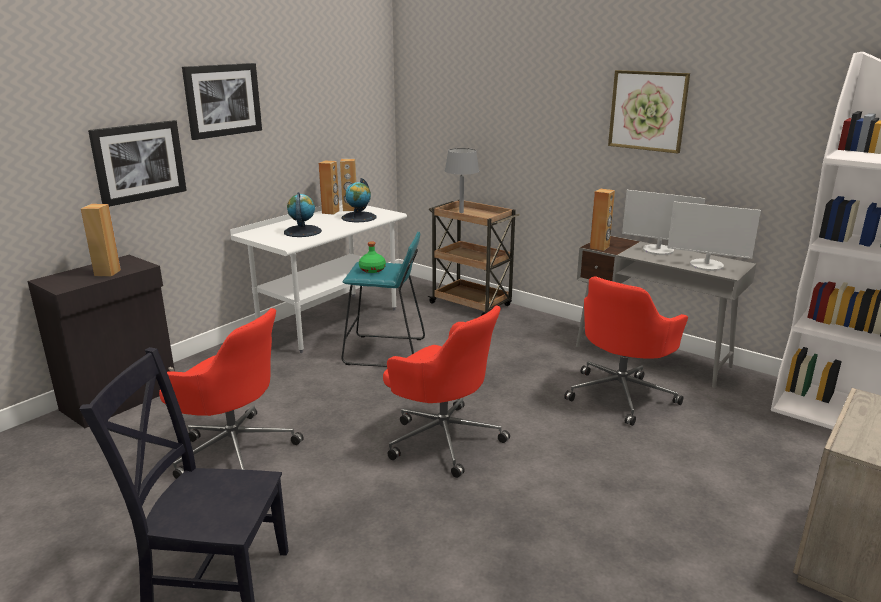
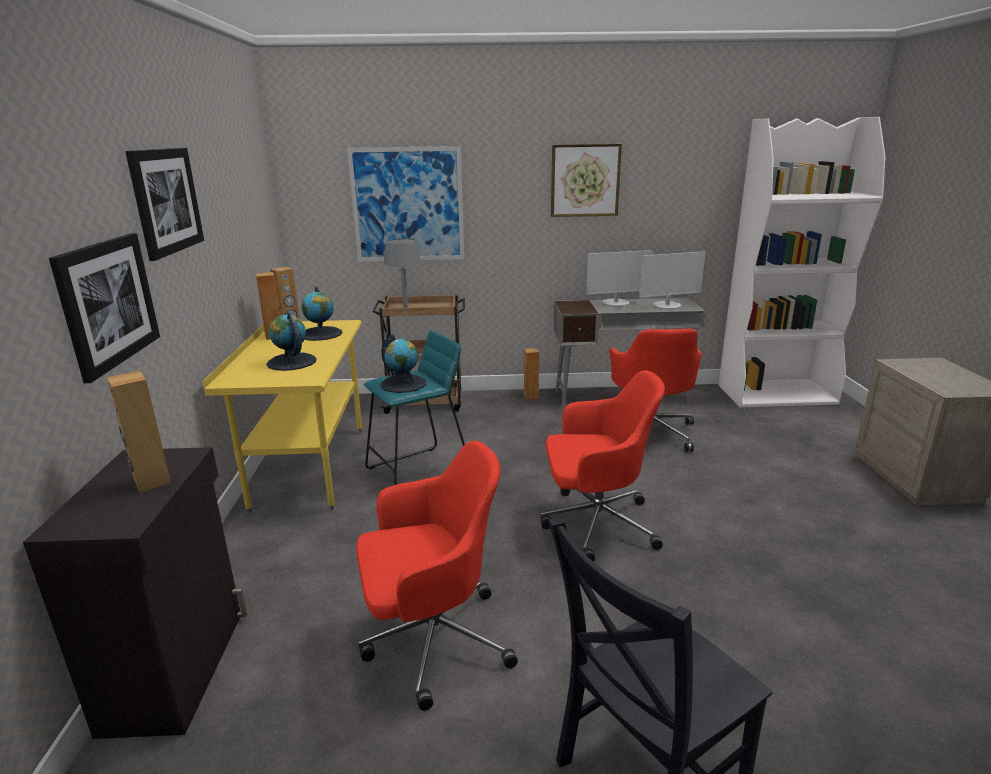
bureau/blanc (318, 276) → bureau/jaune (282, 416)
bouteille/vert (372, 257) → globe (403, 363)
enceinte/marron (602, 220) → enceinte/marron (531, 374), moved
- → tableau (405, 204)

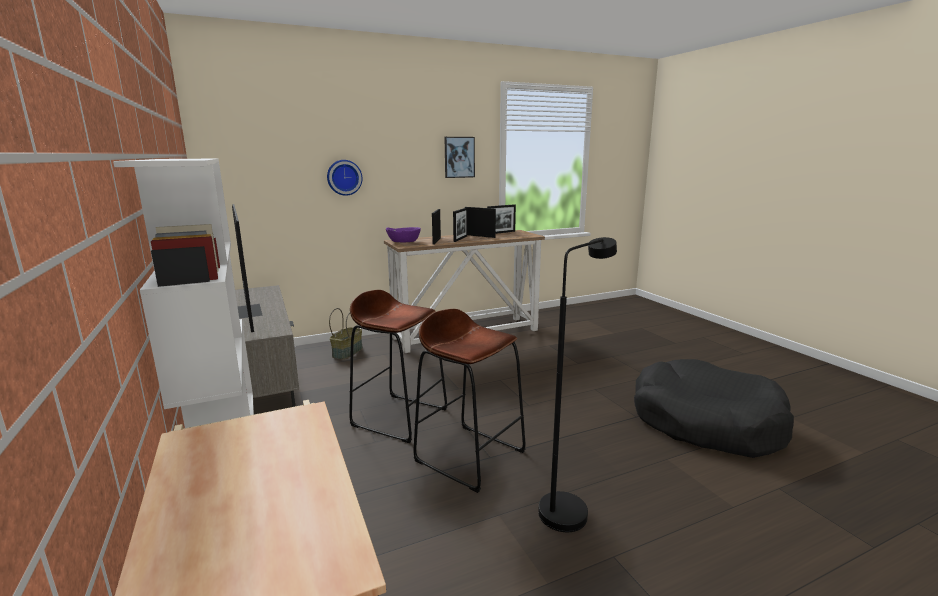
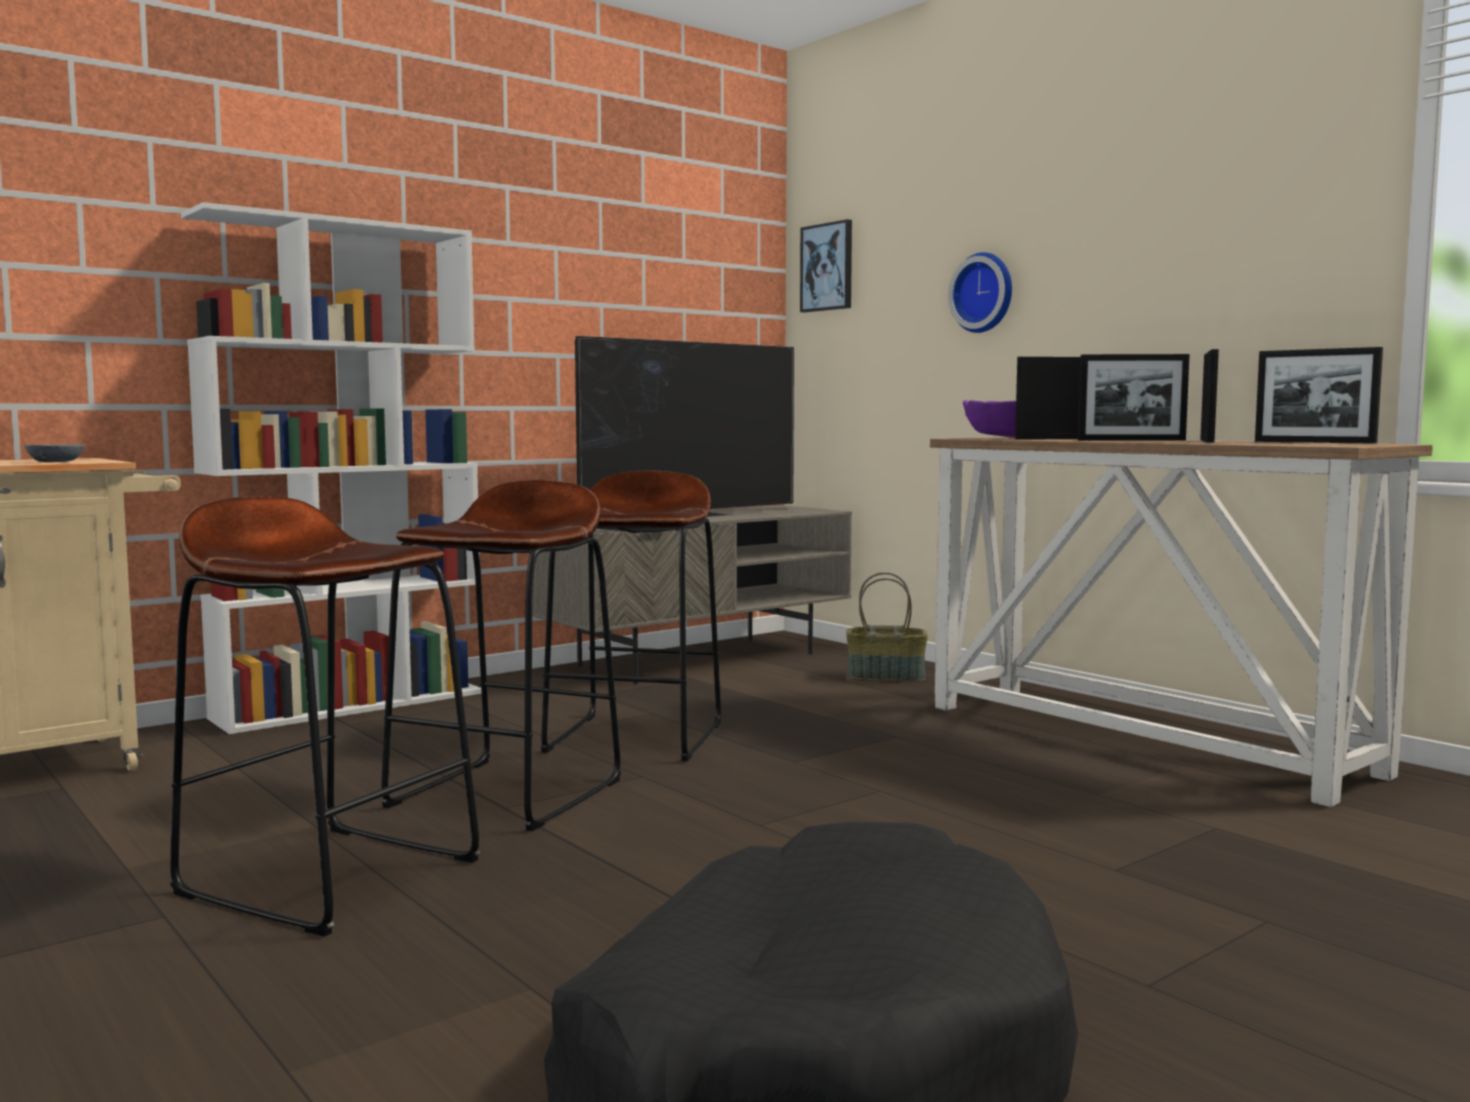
tableau (459, 157) → tableau (826, 266), moved
lampadaire/noir (577, 384) → tabouret/marron (325, 717)
- → bol/gris (54, 453)

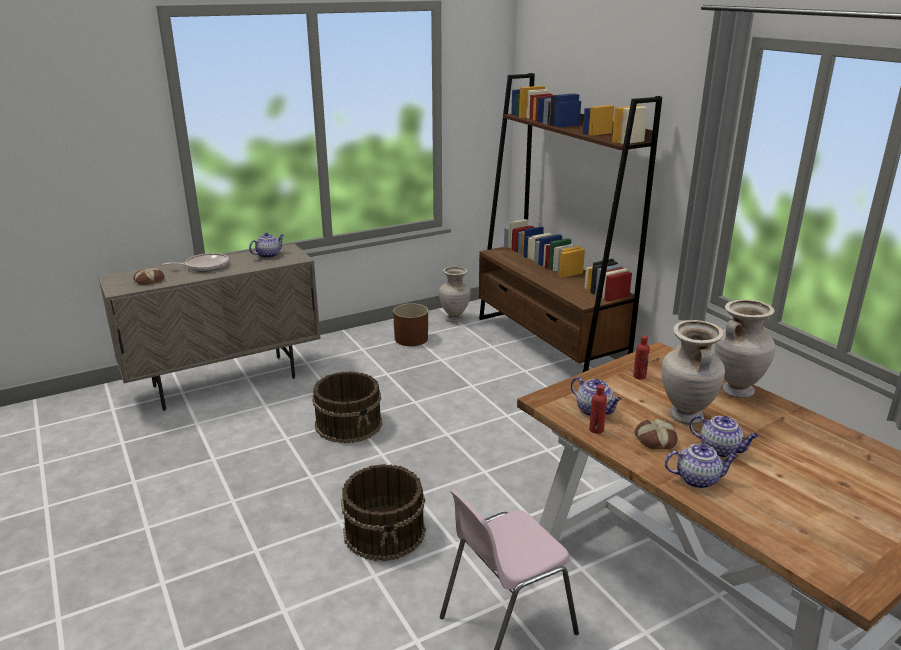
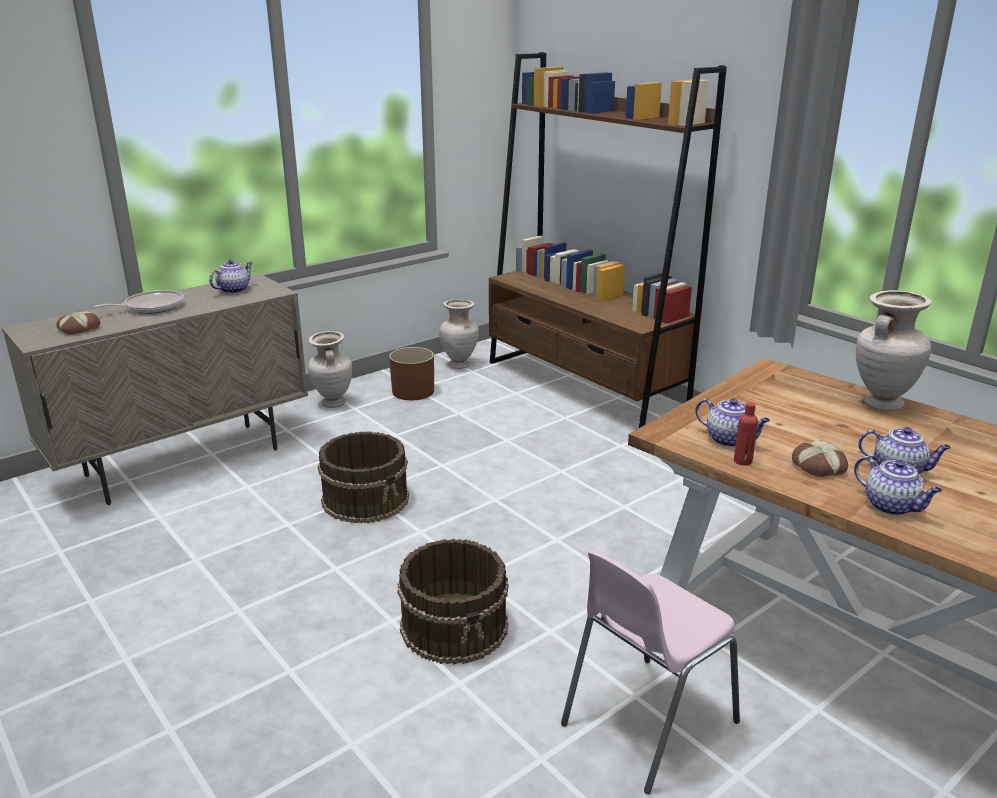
bouteille/rouge (641, 358) → -
vase/beige (693, 372) → vase/beige (330, 369), moved
théière (701, 466) → théière (898, 485), 60 degrees clockwise

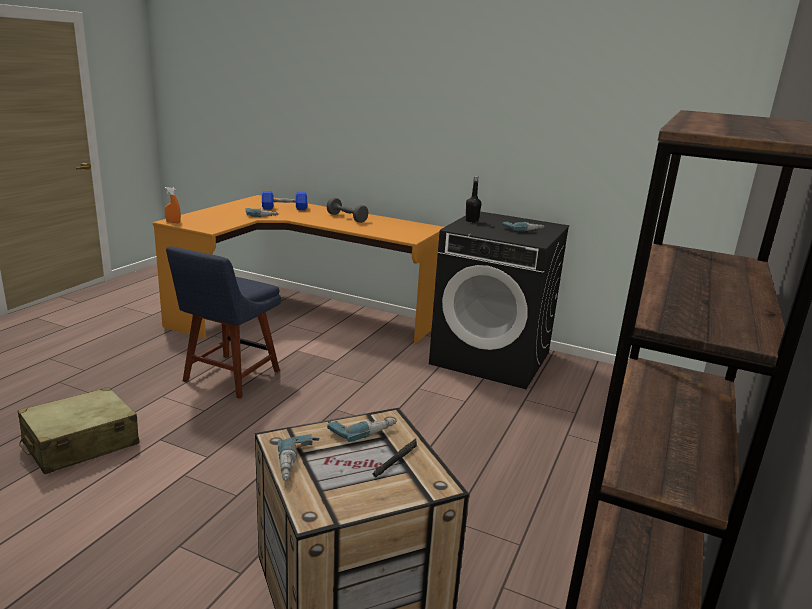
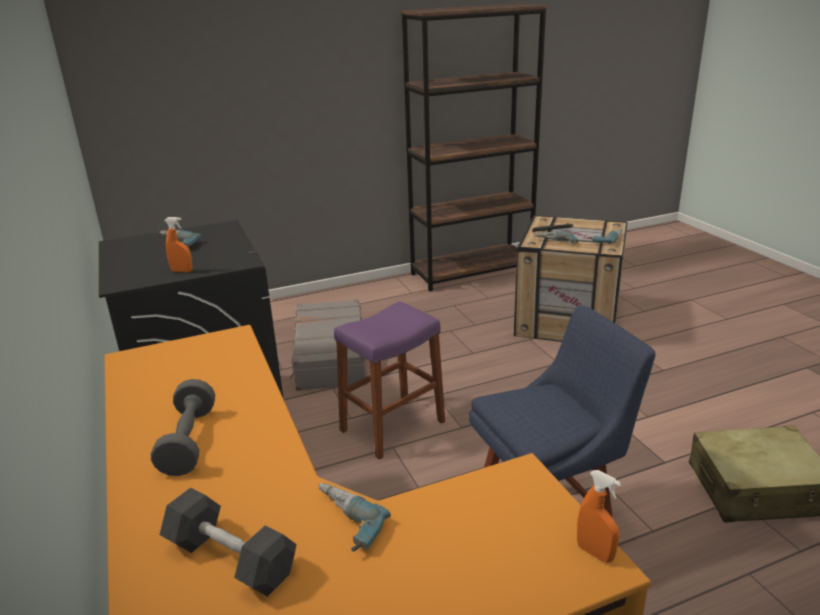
haltère/bleu (284, 200) → haltère/gris (228, 542)
bouteille/noir (474, 199) → vaporisateur/orange (178, 245)
- → valise/gris (328, 345)
- → tabouret/violet (389, 380)

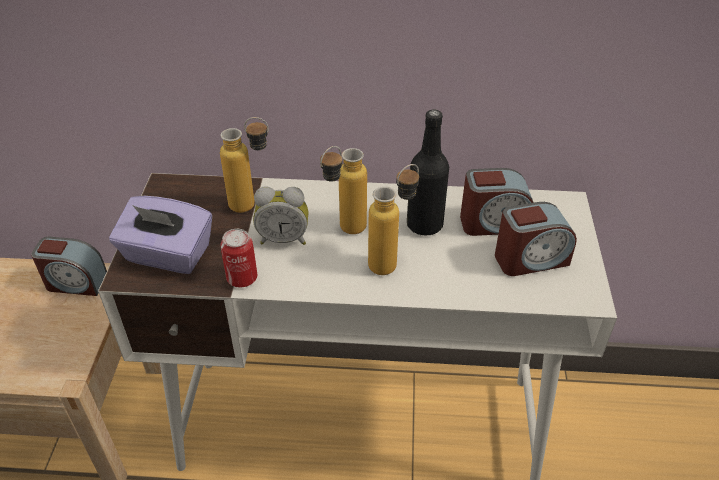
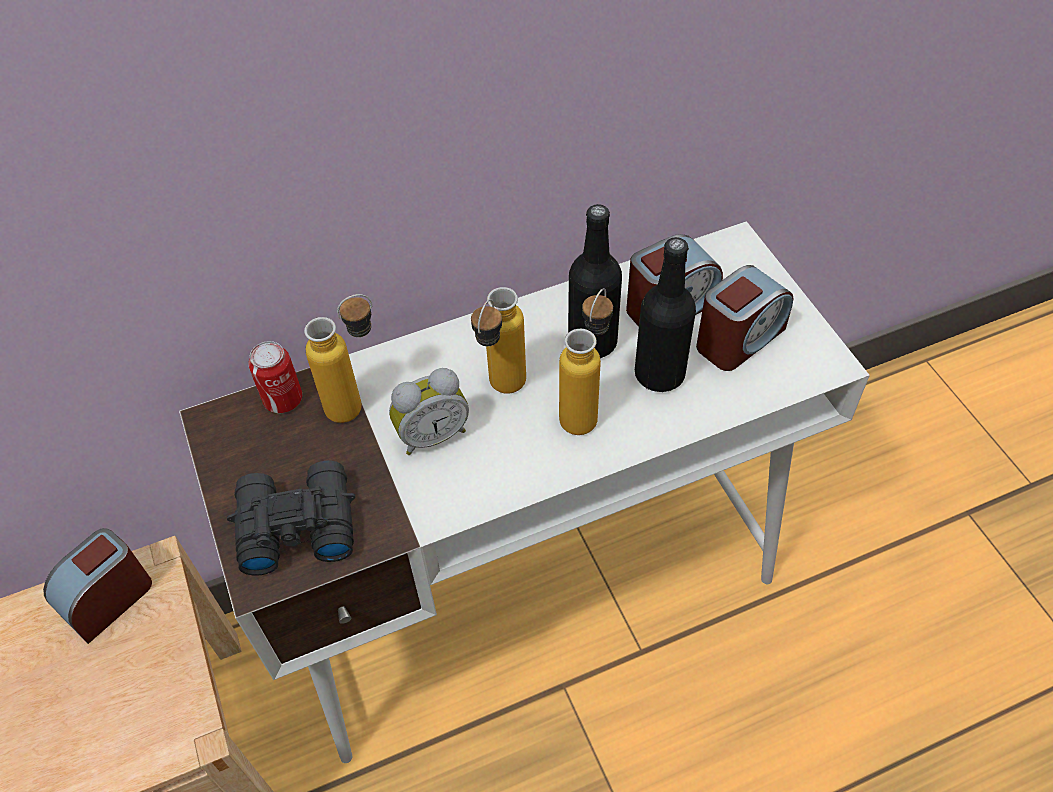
réveil (69, 266) → réveil (97, 586), 150 degrees clockwise
boîte à mouchoirs/violet (160, 235) → jumelles/noir (291, 518)
boîte métallique (238, 258) → boîte métallique (275, 377), moved
- → bouteille/noir (665, 314)

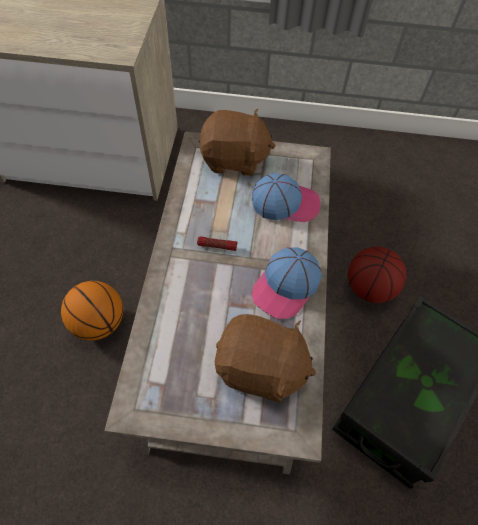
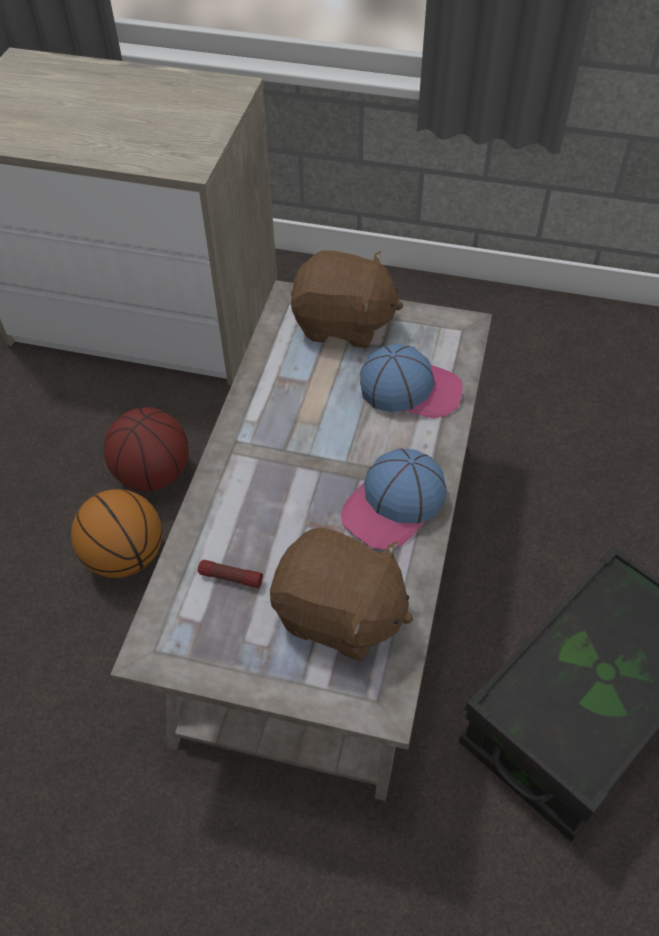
lampe de poche (217, 243) → lampe de poche (230, 574), moved
ballon de basket (377, 274) → ballon de basket (146, 449), moved

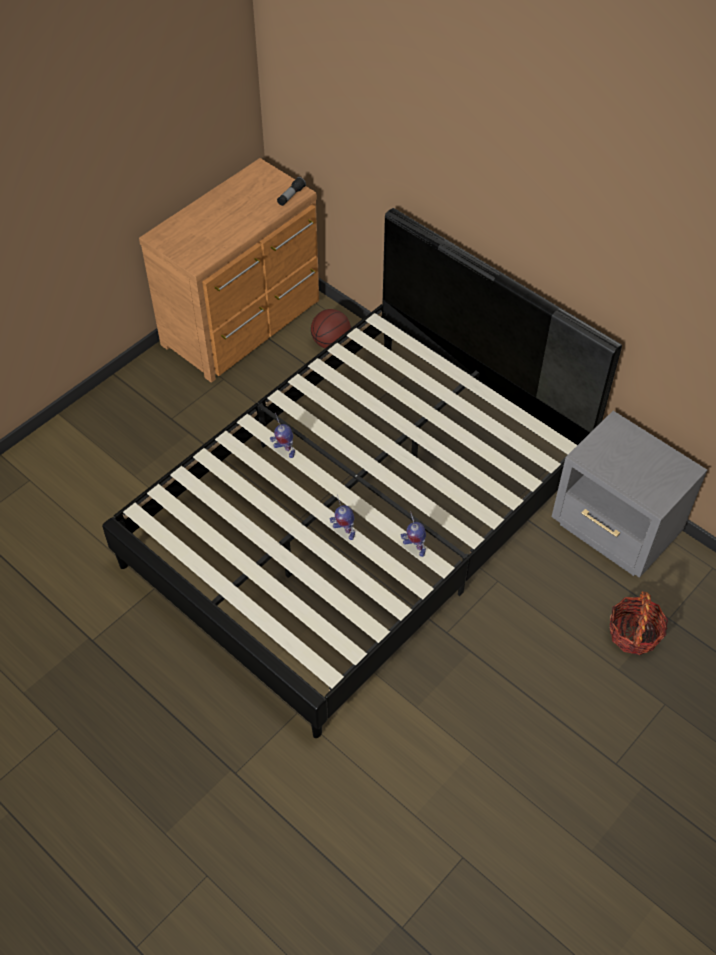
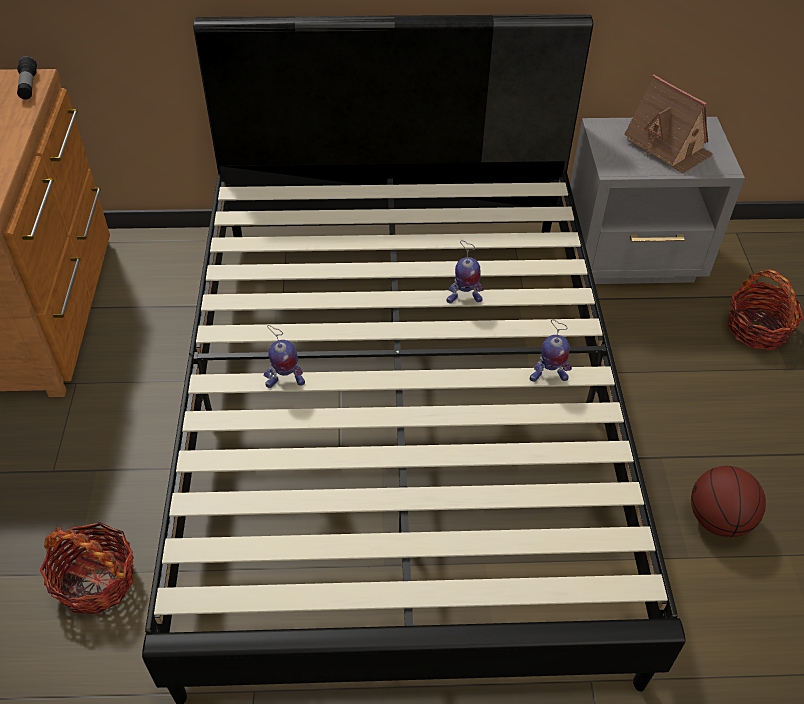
ballon de basket (331, 328) → ballon de basket (728, 501), moved
robot jouet (342, 517) → robot jouet (465, 271), moved
- → panier (87, 568)
- → maison miniature (669, 124)

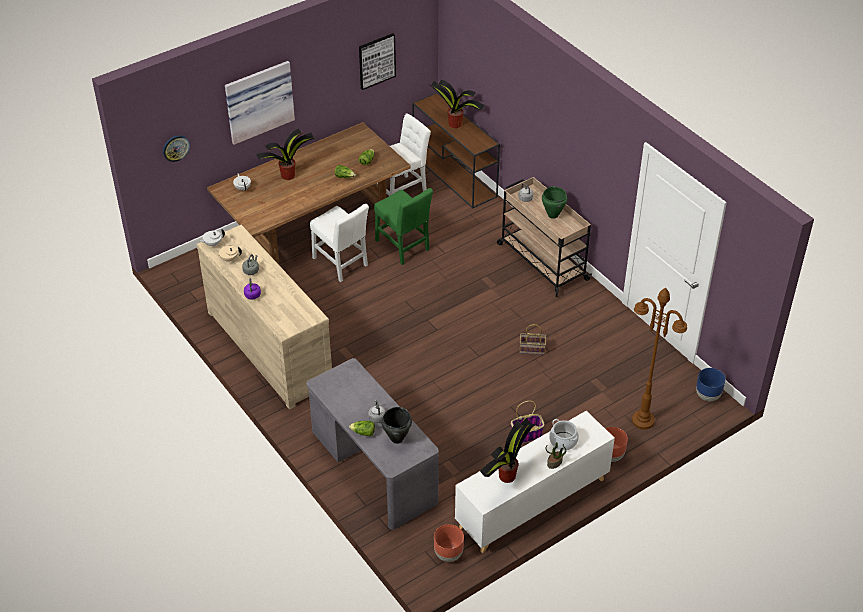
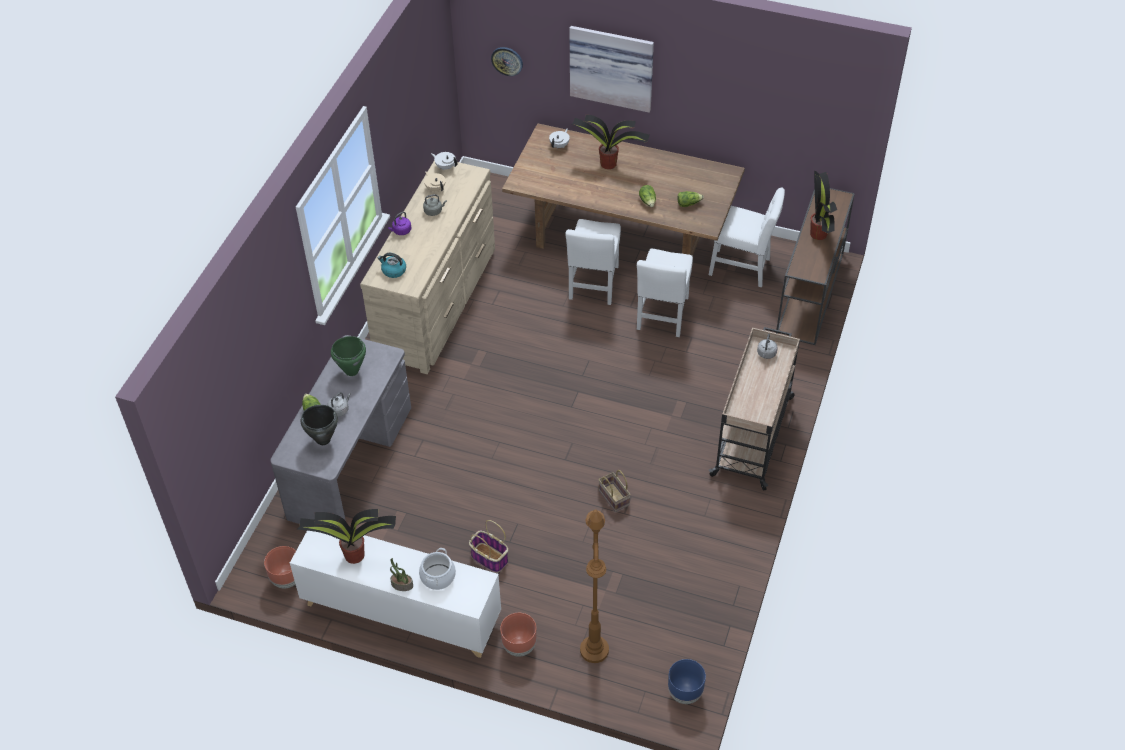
tableau (377, 61) → -
chaise/vert (403, 226) → chaise/blanc (665, 293)
marmite/vert (554, 202) → marmite/vert (348, 356), moved
- → bouilloire (392, 265)

